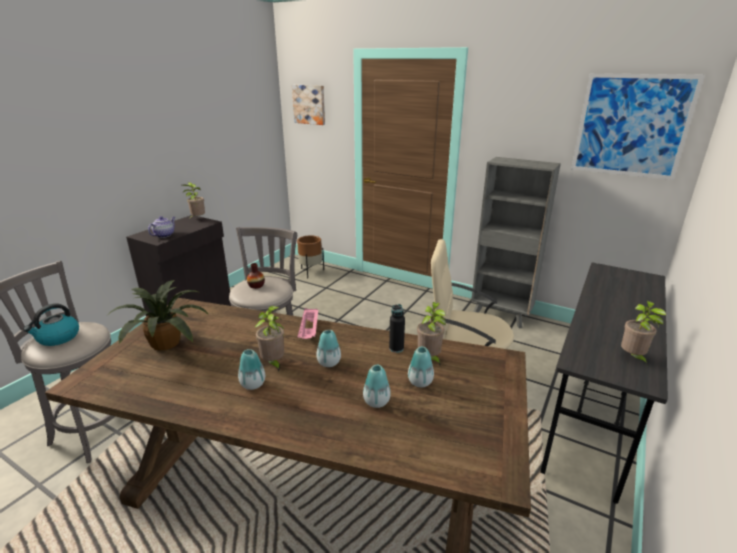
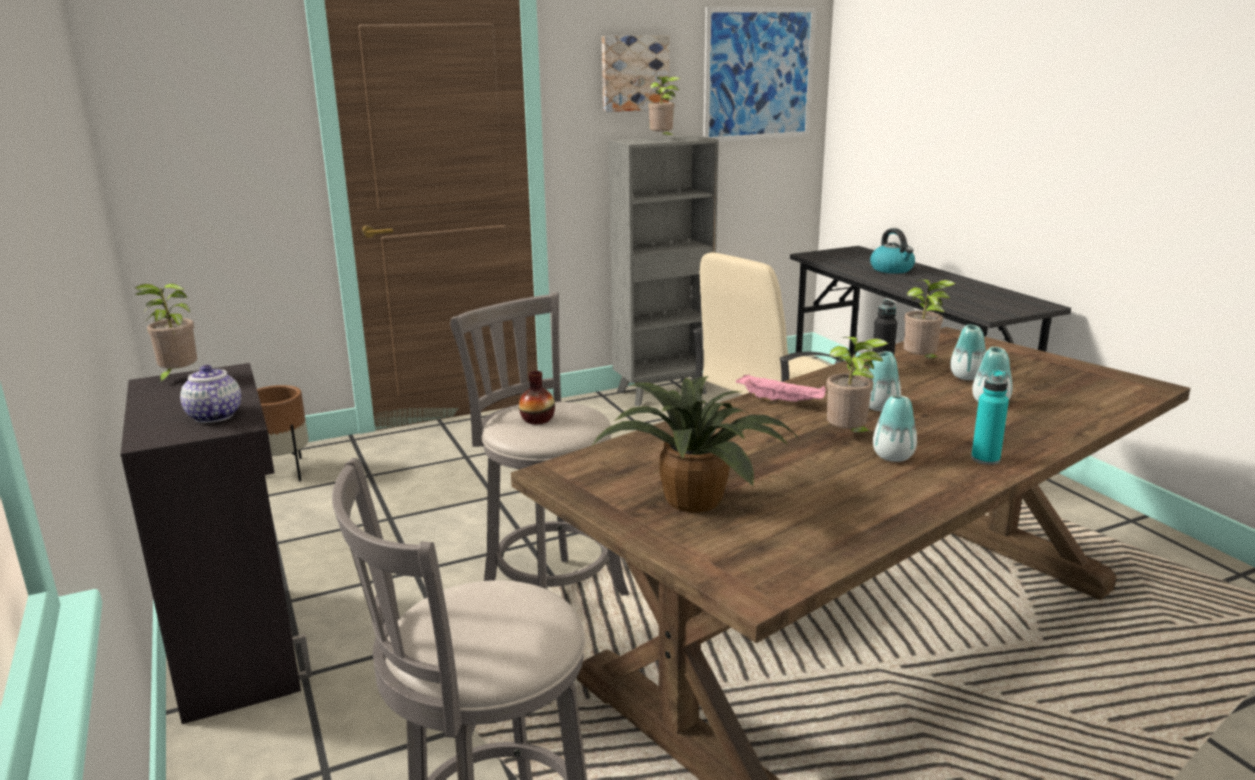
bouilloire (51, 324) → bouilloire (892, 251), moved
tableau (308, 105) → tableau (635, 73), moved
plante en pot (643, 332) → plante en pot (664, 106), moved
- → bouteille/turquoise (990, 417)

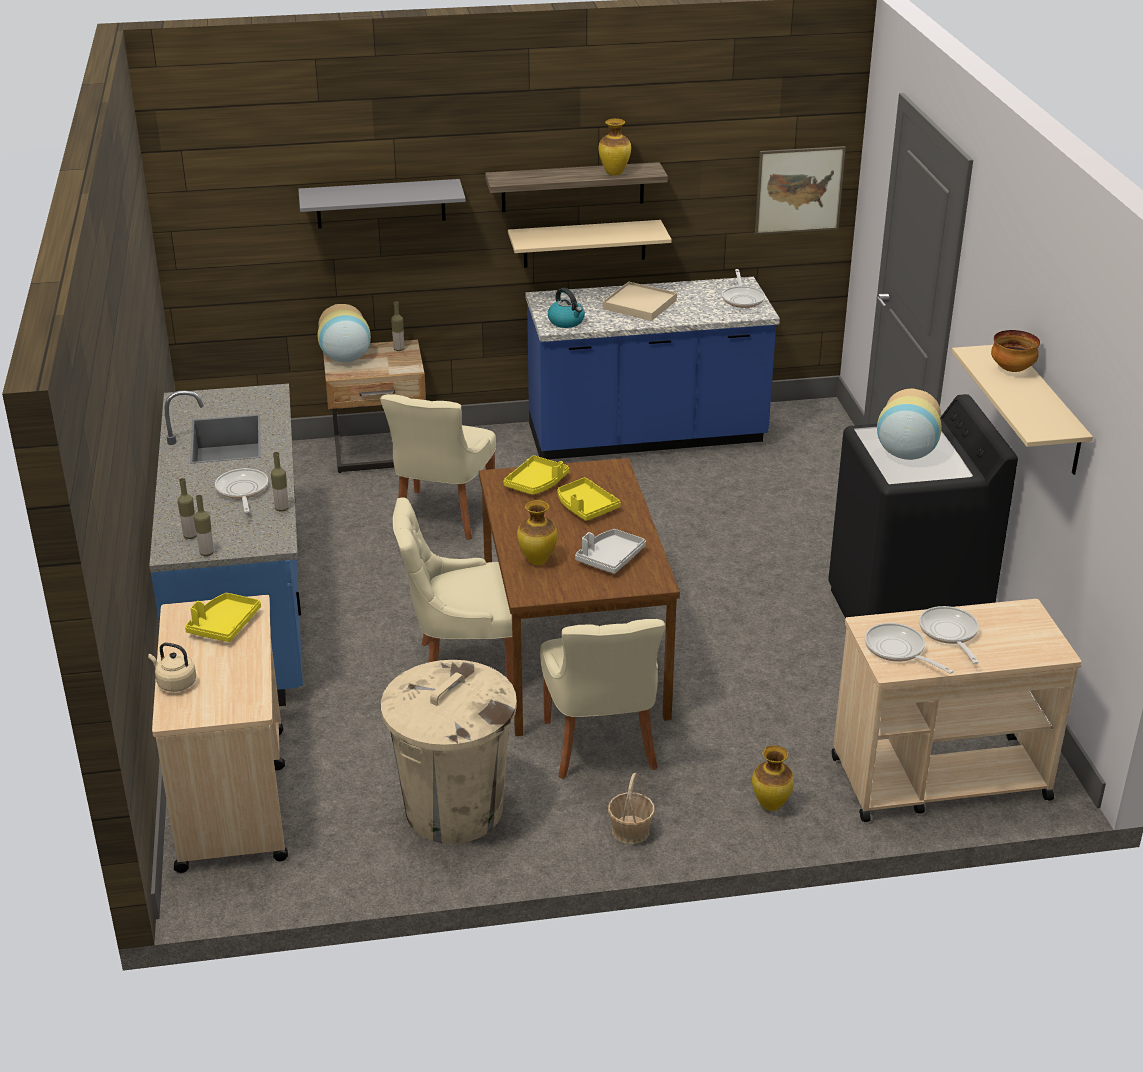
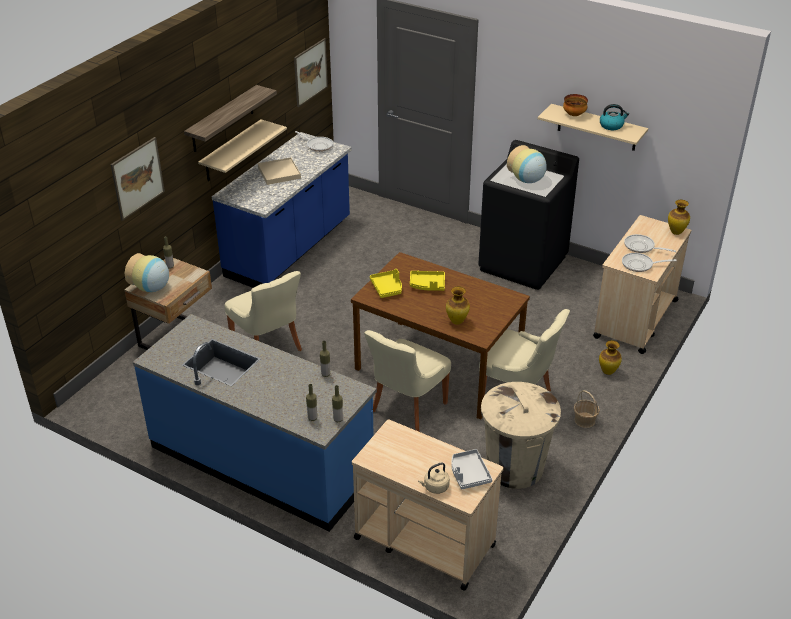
plateau/jaune (223, 617) → -
poêle (241, 490) → -
étagère/gris (382, 204) → tableau (138, 179)
bouilloire (566, 308) → bouilloire (614, 117), moved
plateau/gris (610, 551) → plateau/gris (472, 469), moved
vase (614, 146) → vase (679, 217), moved

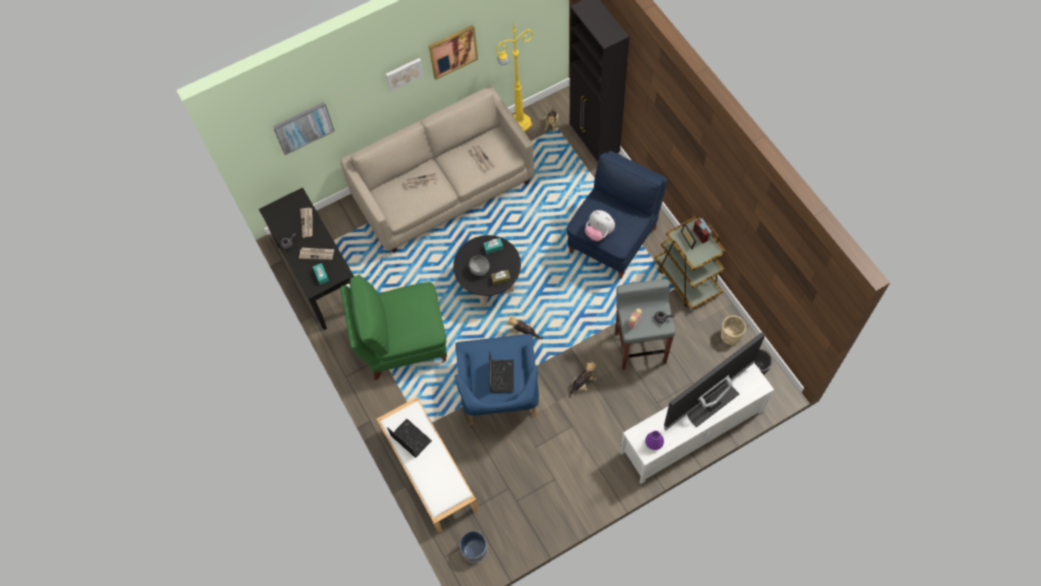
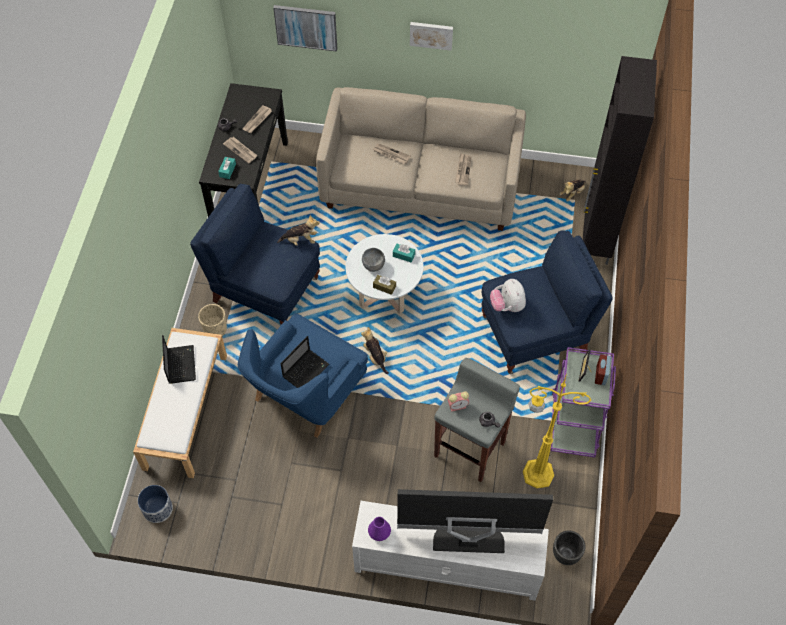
fauteuil/vert (393, 327) → fauteuil/bleu (255, 254)
tableau (453, 52) → -
table basse/noir (487, 271) → table basse/blanc (384, 274)
lampadaire/jaune (515, 75) → lampadaire/jaune (557, 431), moved
peluche (583, 380) → peluche (298, 230), moved
chariot/marron (690, 262) → chariot/violet (583, 402)
cache-pot/beige (733, 330) → cache-pot/beige (212, 320), moved

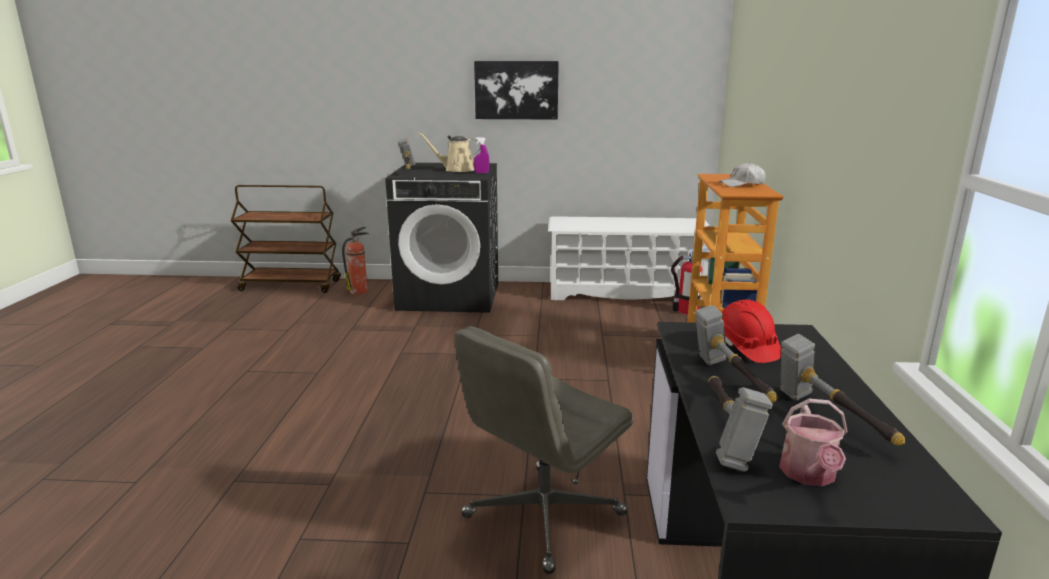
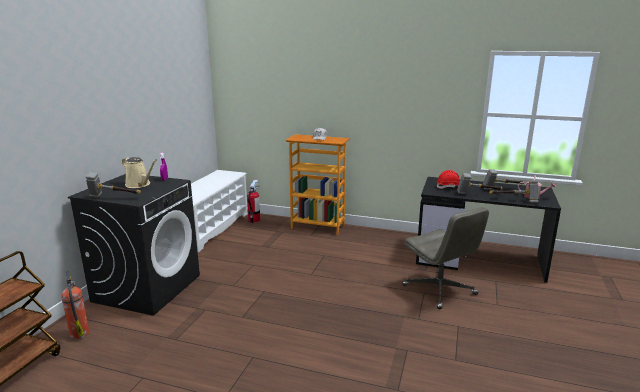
arrosoir/beige (449, 152) → arrosoir/beige (139, 172), 75 degrees counterclockwise
tableau (516, 90) → -

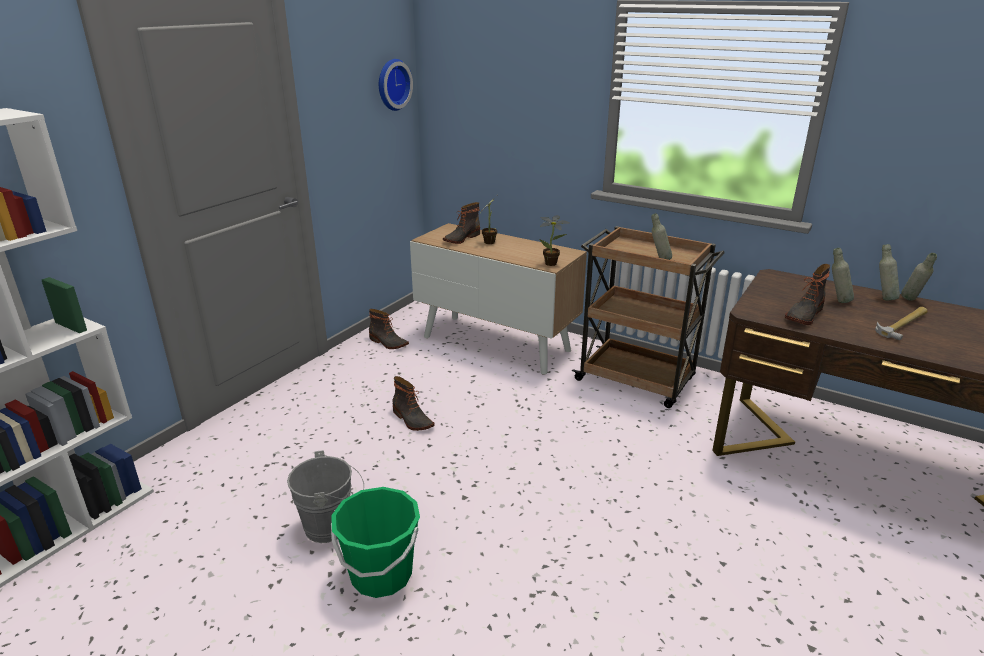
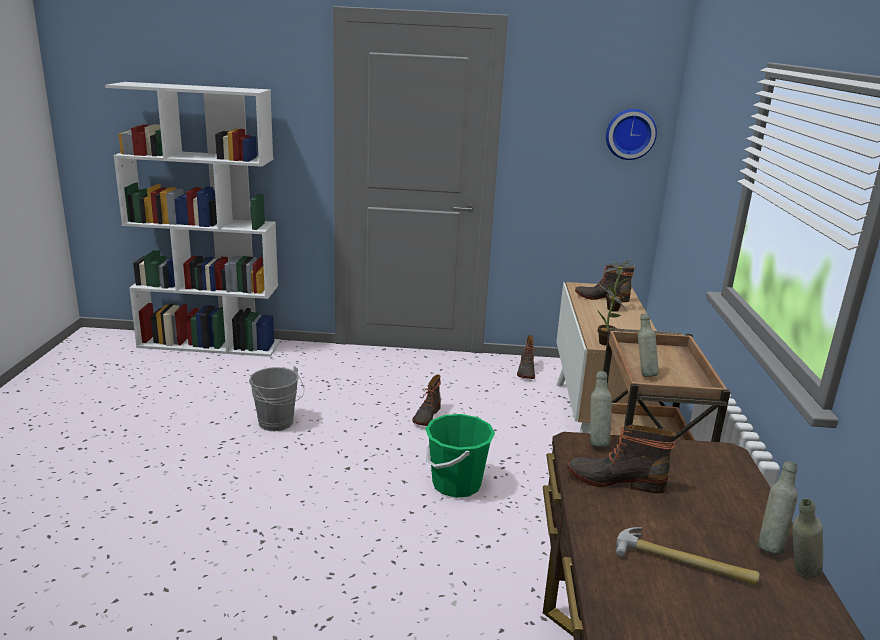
seau/vert (375, 542) → seau/vert (460, 456), moved
bouteille/gris (843, 275) → bouteille/gris (601, 409), moved

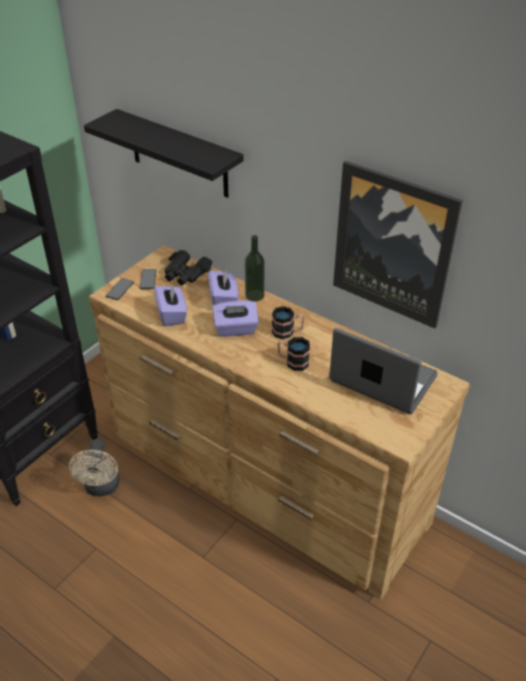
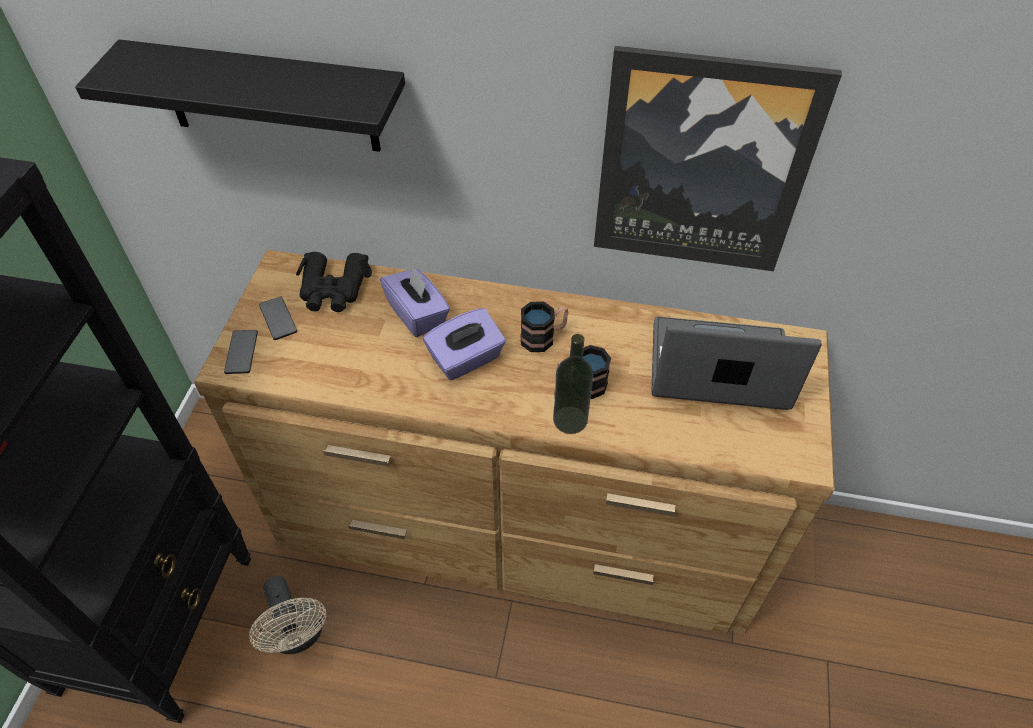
boîte à mouchoirs/violet (170, 305) → -
bouteille (255, 268) → bouteille (573, 384), moved

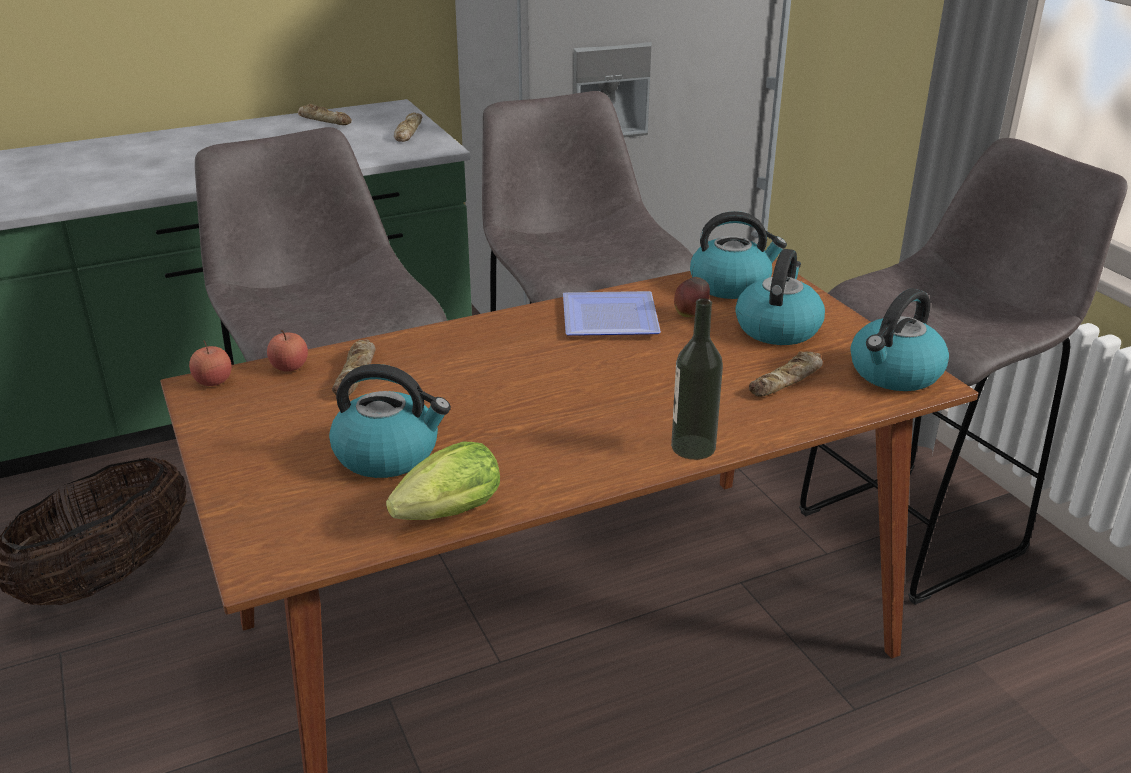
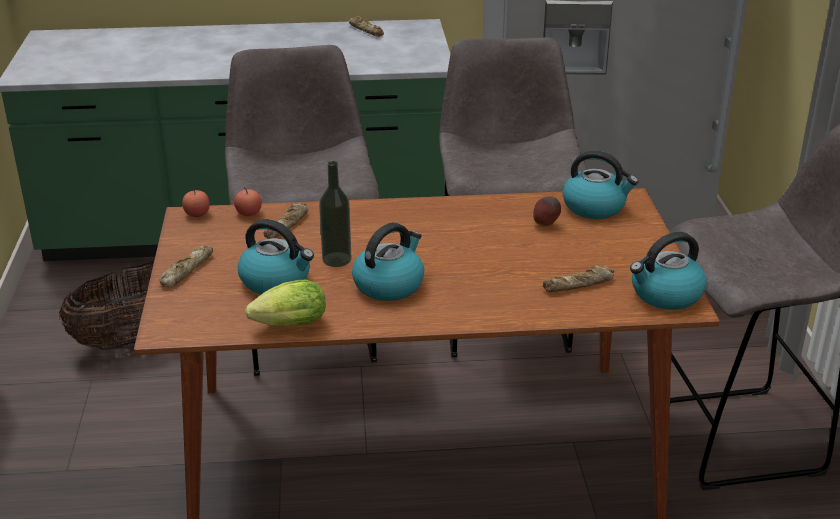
pain (408, 127) → pain (186, 266), moved
assiette (612, 313) → -
bouteille (697, 379) → bouteille (335, 214), moved
bouilloire (780, 297) → bouilloire (388, 262), moved

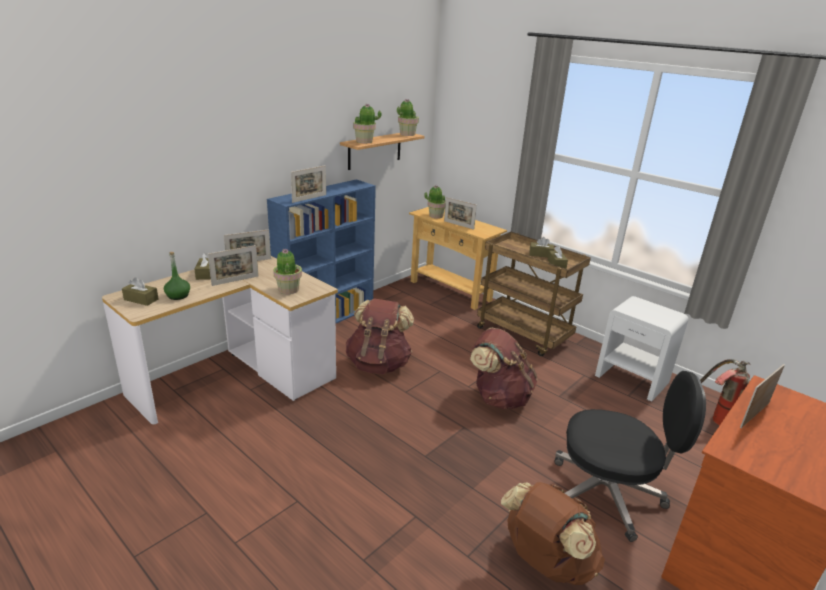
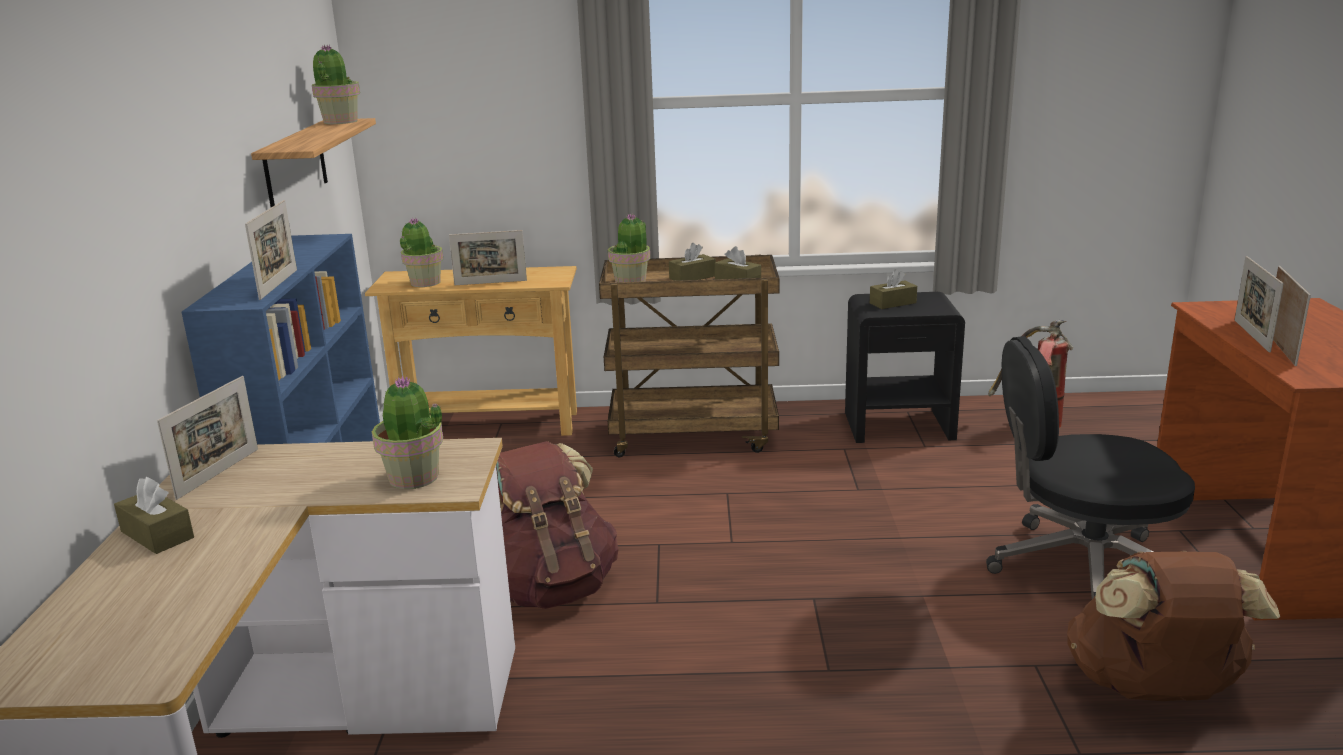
boîte à mouchoirs/marron (140, 291) → boîte à mouchoirs/marron (893, 289), moved
bouteille/vert (177, 276) → -
cadre photo (233, 265) → cadre photo (1292, 316), moved
plante en pot (367, 123) → plante en pot (629, 247), moved
sac à dos/marron (503, 368) → -
chaise de bureau/noir (630, 456) → chaise de bureau/noir (1090, 467), 150 degrees counterclockwise
table de chevet/blanc (642, 349) → table de chevet/noir (905, 367)

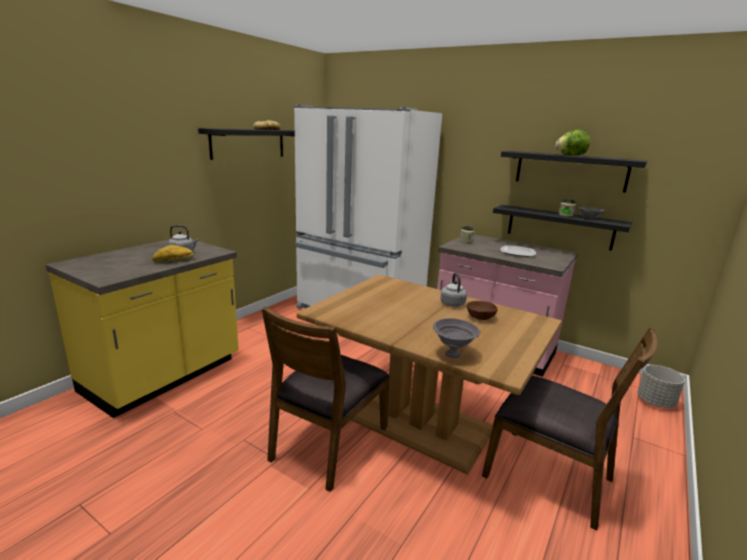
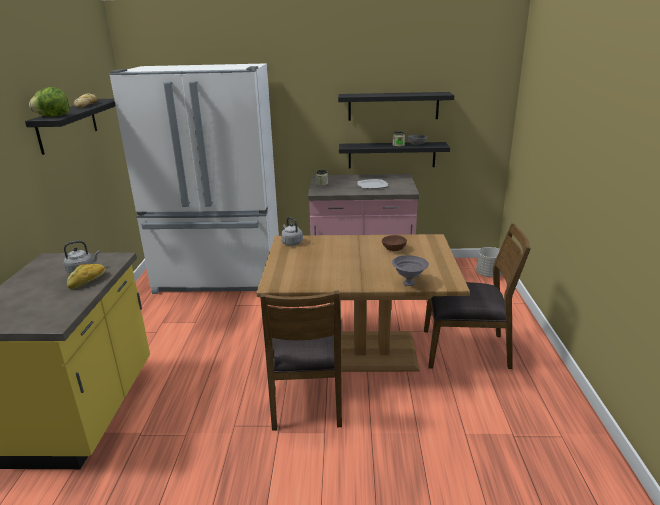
bouilloire/gris (453, 290) → bouilloire/gris (292, 231), moved
laitue (572, 143) → laitue (49, 101), moved

